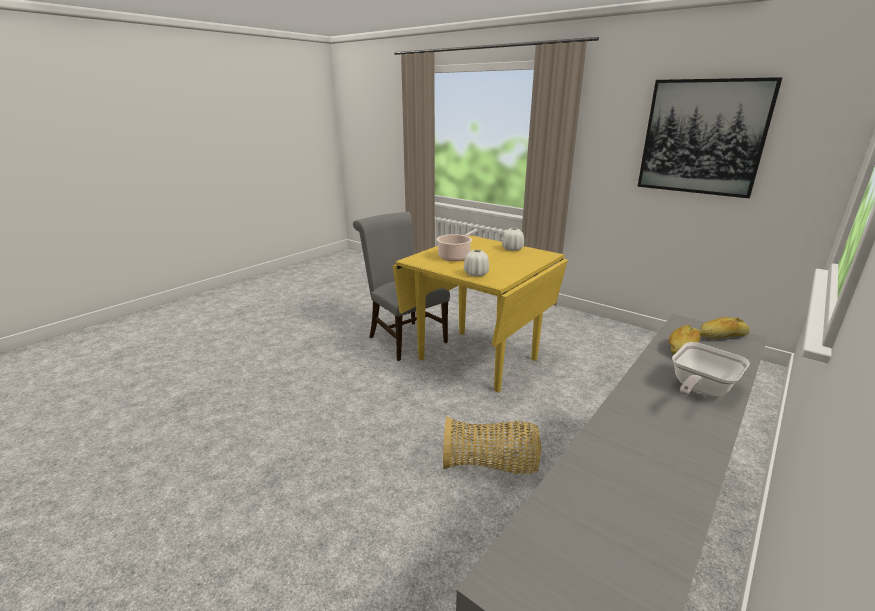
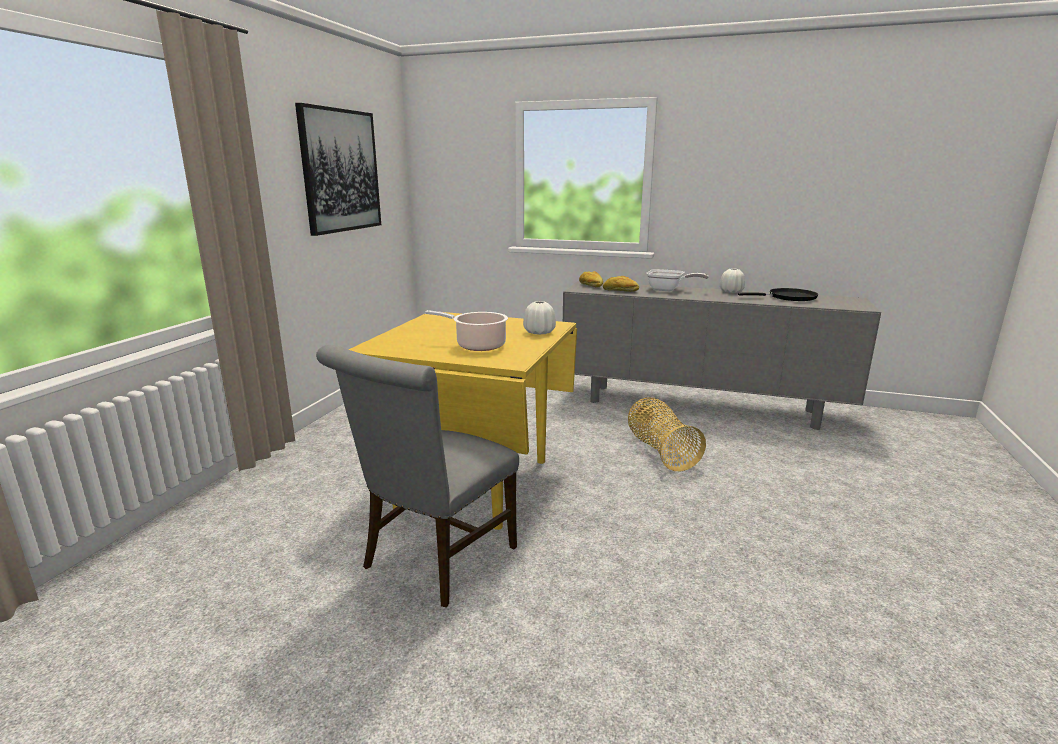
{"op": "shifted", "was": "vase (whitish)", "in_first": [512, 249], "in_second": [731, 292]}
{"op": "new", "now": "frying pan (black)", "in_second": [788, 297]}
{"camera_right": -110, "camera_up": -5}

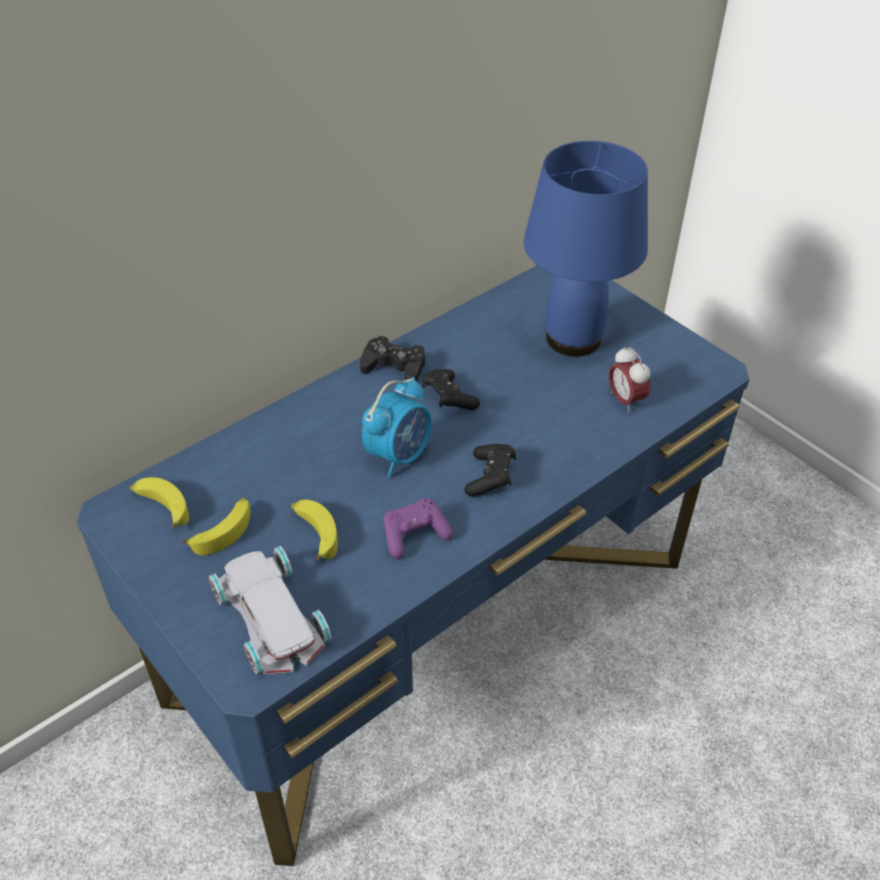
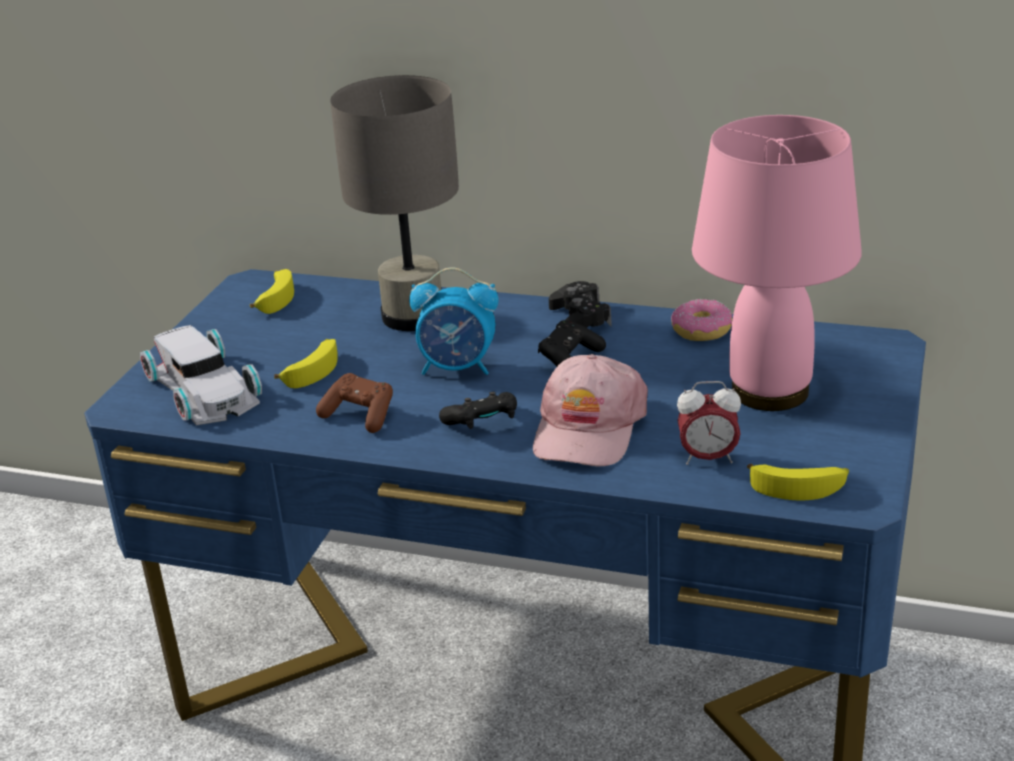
{"op": "shifted", "was": "whole banana", "in_first": [223, 531], "in_second": [799, 486]}
{"op": "rotated", "was": "model car (whitish)", "in_first": [271, 614], "in_second": [201, 389], "clockwise": 120}
{"op": "repainted", "was": "gamepad (purple-coloured)", "now": "gamepad (brown-coloured)", "in_first": [414, 535], "in_second": [360, 415]}
{"op": "repainted", "was": "tabletop lamp (blue-coloured)", "now": "tabletop lamp (pink-coloured)", "in_first": [574, 339], "in_second": [770, 392]}
{"op": "rotated", "was": "table clock", "in_first": [625, 400], "in_second": [708, 458], "clockwise": -120}
{"op": "new", "now": "tabletop lamp (greyish)", "in_second": [412, 316]}
{"op": "new", "now": "baseball cap (pink-coloured)", "in_second": [588, 428]}
{"op": "new", "now": "ring doughnut", "in_second": [701, 330]}
{"camera_right": 60, "camera_up": -15}

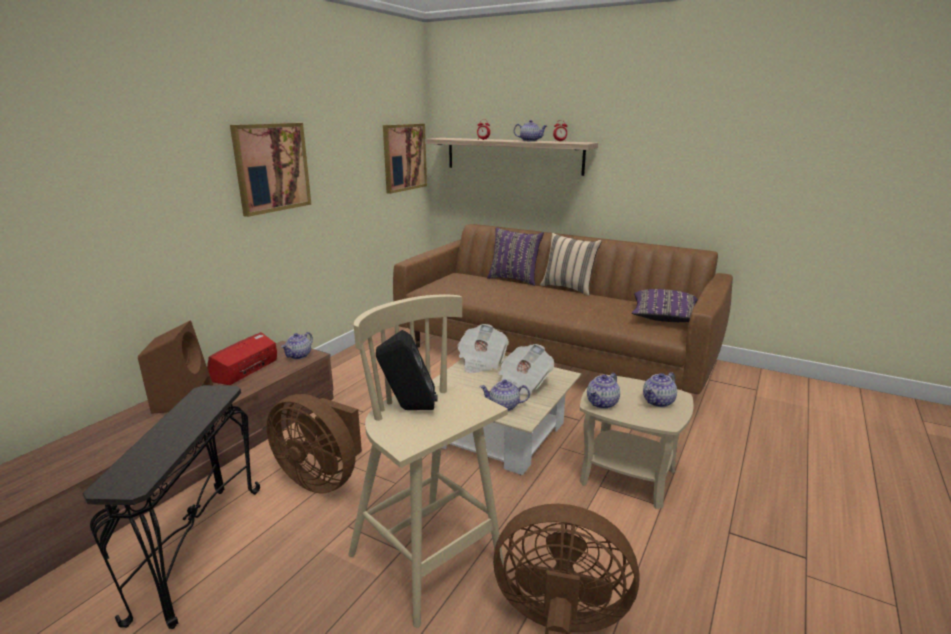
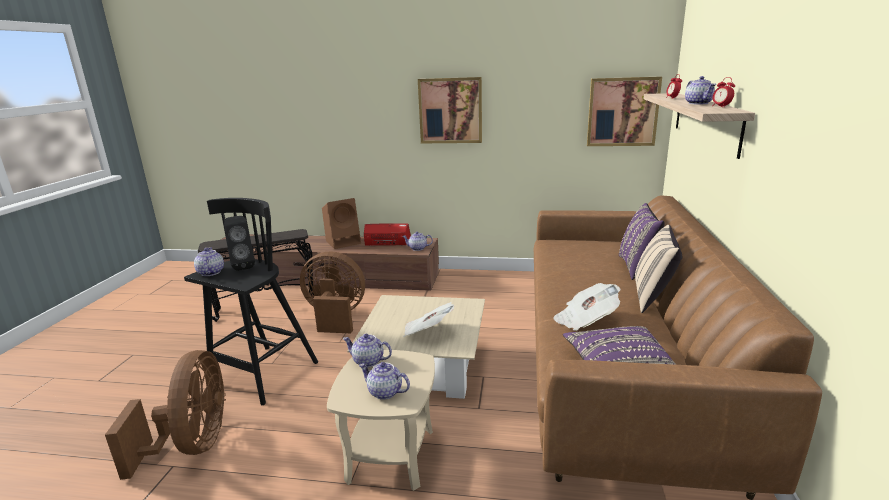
{"op": "rotated", "was": "electric fan (brown-coloured)", "in_first": [322, 478], "in_second": [335, 317], "clockwise": 90}
{"op": "repainted", "was": "stool (beige)", "now": "stool (black)", "in_first": [429, 562], "in_second": [262, 375]}
{"op": "shifted", "was": "daily paper", "in_first": [481, 362], "in_second": [585, 321]}
{"op": "shifted", "was": "tea pot", "in_first": [504, 406], "in_second": [210, 272]}
{"camera_right": 70, "camera_up": 0}

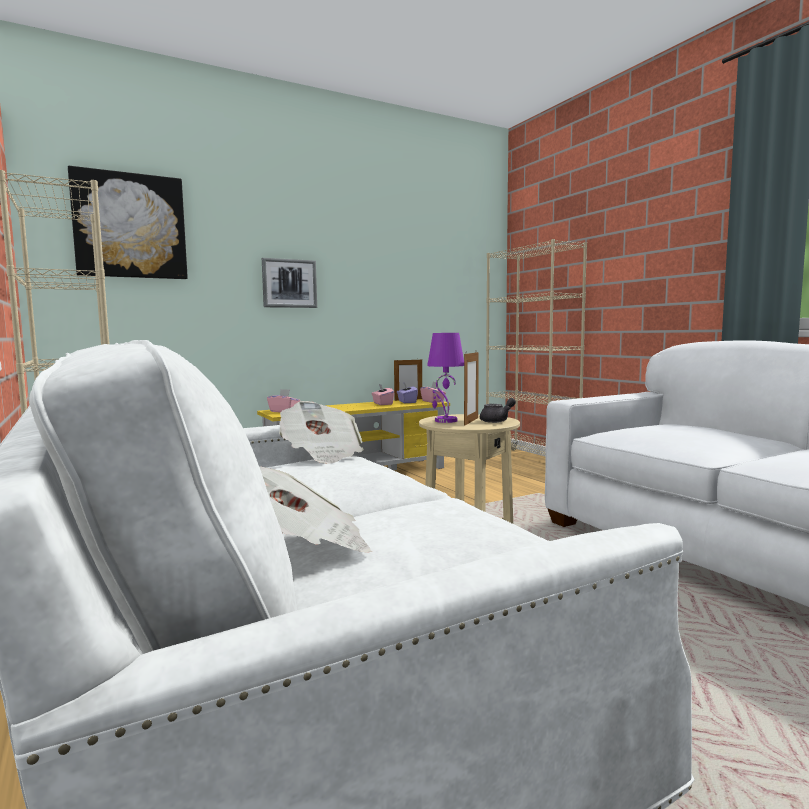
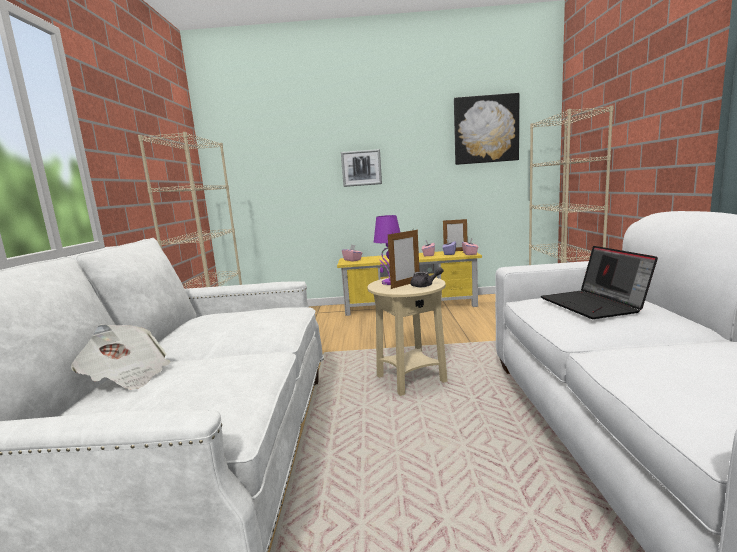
{"op": "shifted", "was": "picture", "in_first": [130, 226], "in_second": [486, 129]}
{"op": "gone", "was": "daily paper", "in_first": [322, 454]}
{"op": "new", "now": "portable computer", "in_second": [594, 305]}
{"camera_right": 30, "camera_up": 5}

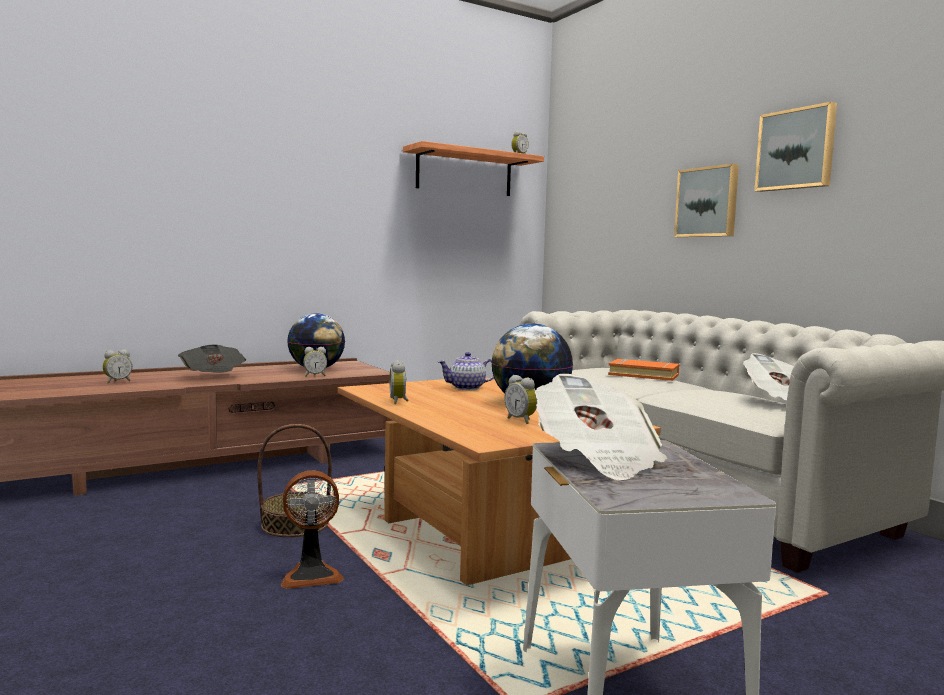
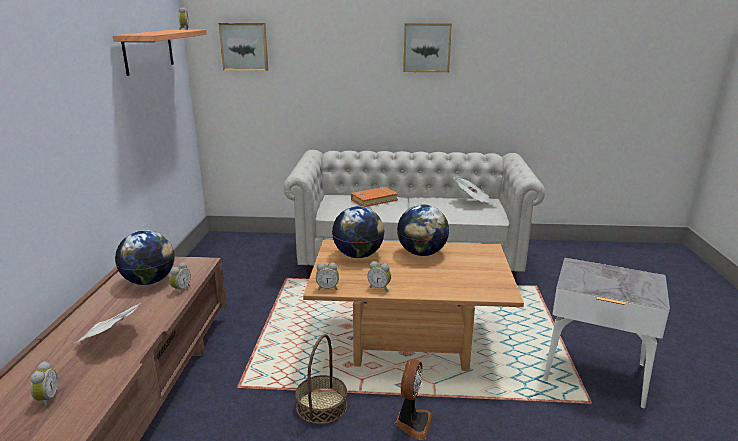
{"op": "swapped", "was": "tea pot", "now": "desk globe", "in_first": [467, 388], "in_second": [358, 255]}
{"op": "shifted", "was": "table clock", "in_first": [521, 420], "in_second": [327, 288]}
{"op": "gone", "was": "daily paper", "in_first": [597, 459]}
{"op": "shifted", "was": "picture", "in_first": [707, 202], "in_second": [244, 46]}
{"camera_right": -55, "camera_up": 15}

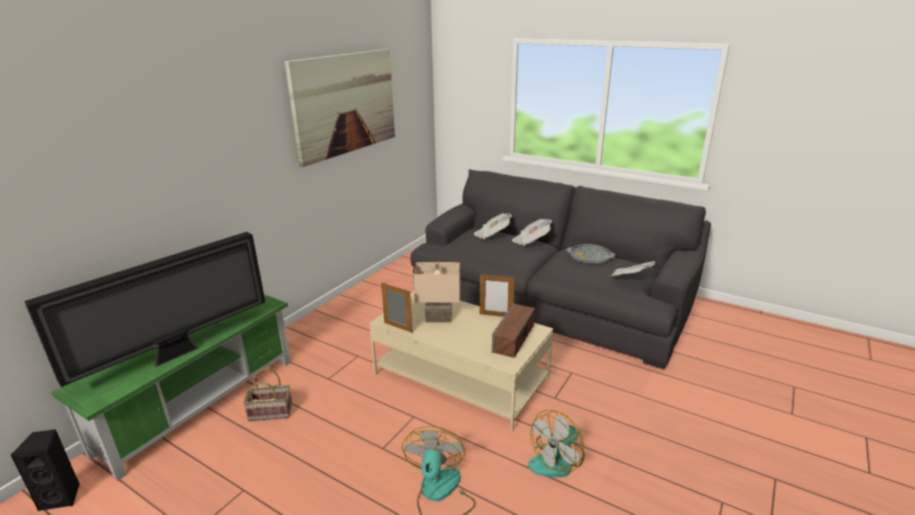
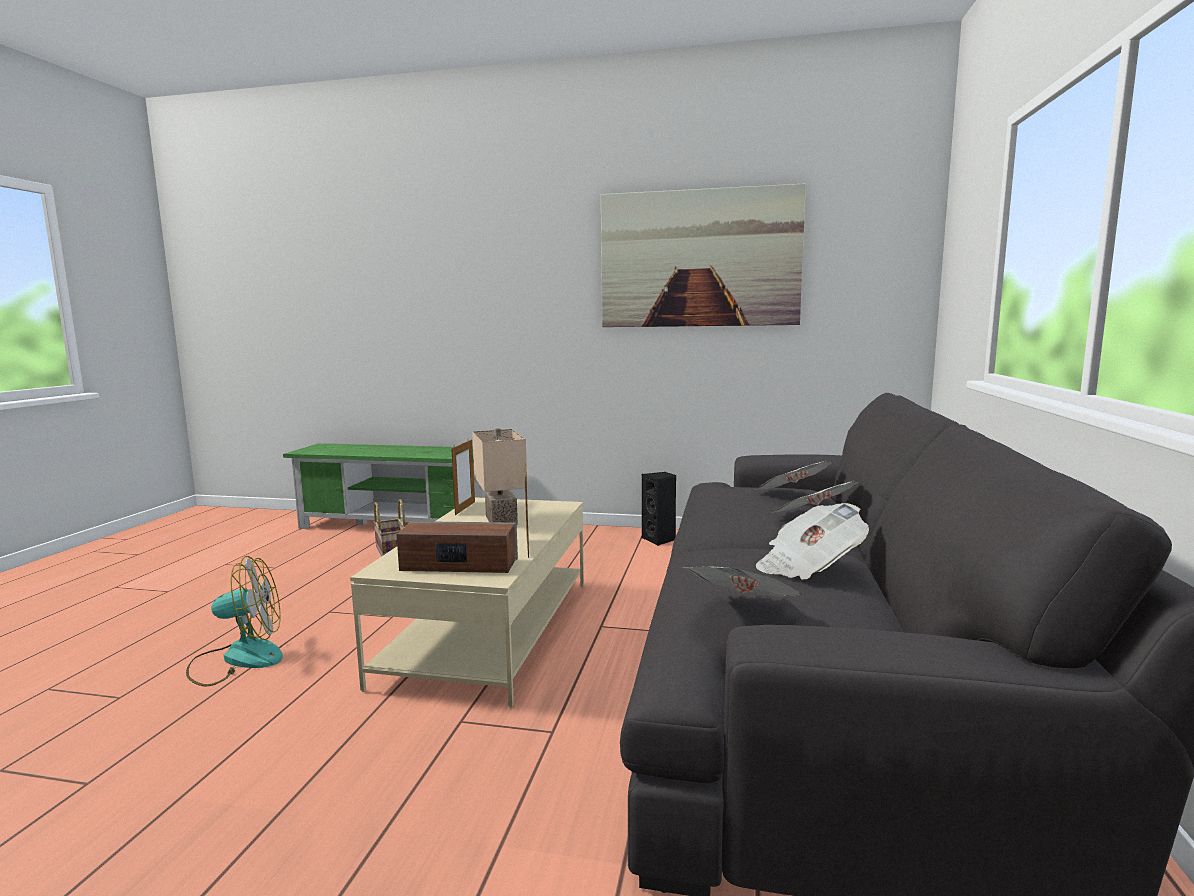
{"op": "shifted", "was": "speaker (black)", "in_first": [62, 497], "in_second": [659, 540]}
{"op": "gone", "was": "television", "in_first": [178, 353]}
{"op": "gone", "was": "electric fan", "in_first": [557, 460]}
{"op": "swapped", "was": "serving tray (greyish)", "now": "daily paper", "in_first": [590, 257], "in_second": [808, 567]}
{"camera_right": 70, "camera_up": -15}

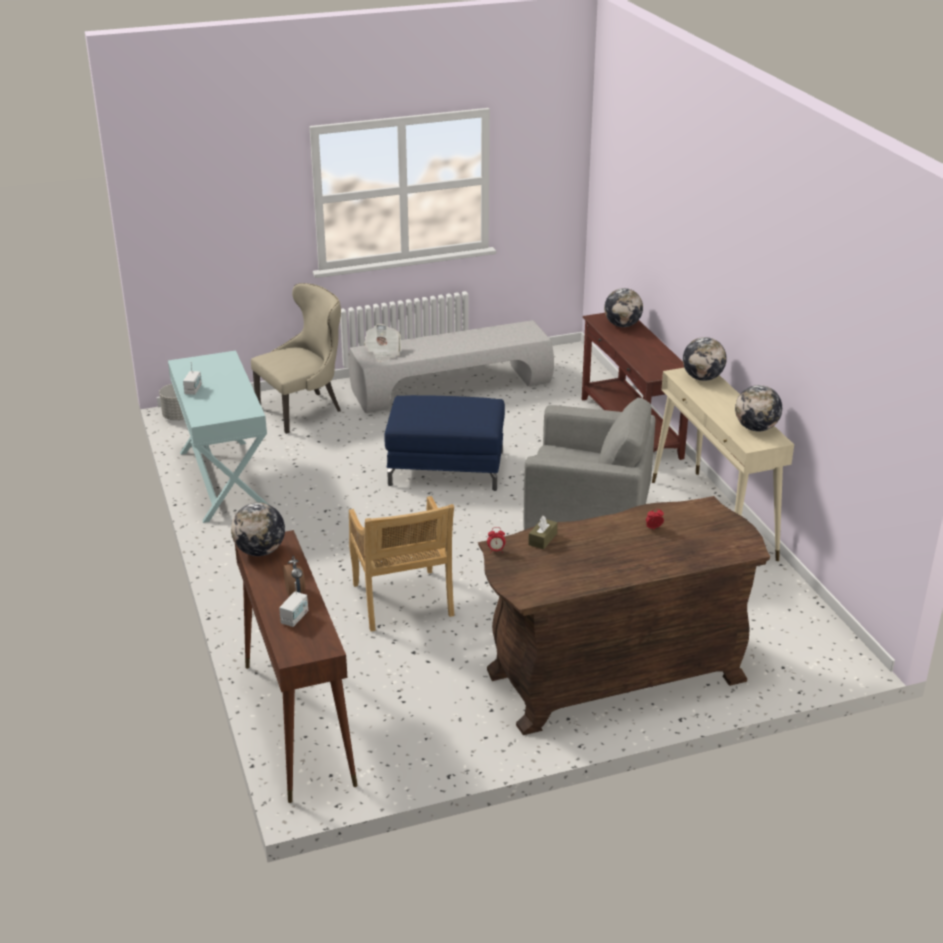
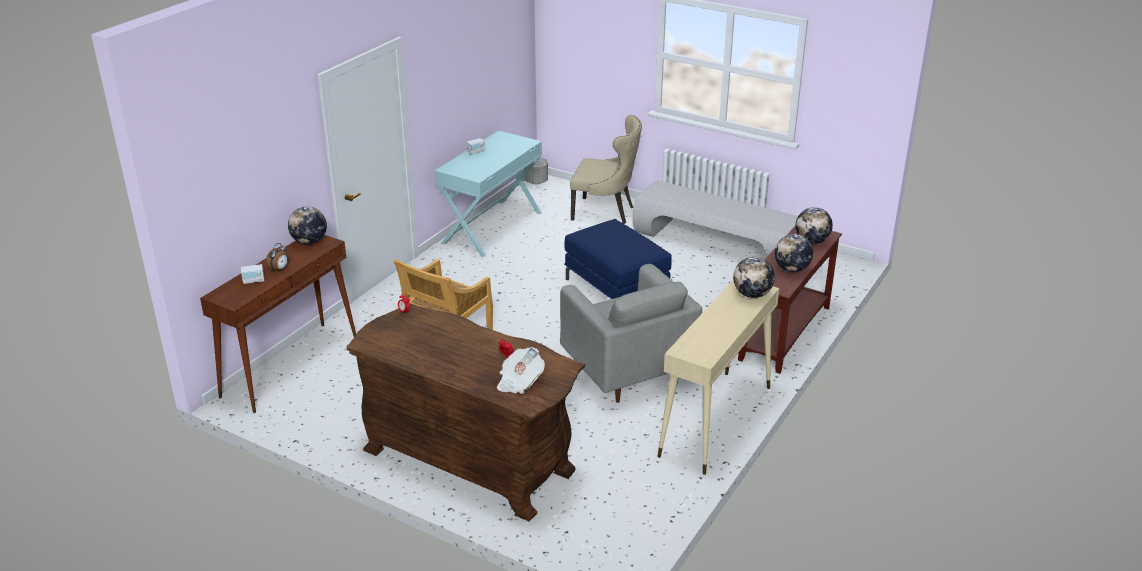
{"op": "shifted", "was": "daily paper", "in_first": [383, 353], "in_second": [519, 382]}
{"op": "gone", "was": "tissue holder (brown-coloured)", "in_first": [542, 539]}
{"op": "shifted", "was": "desk globe", "in_first": [756, 428], "in_second": [791, 269]}
{"camera_right": 50, "camera_up": 0}

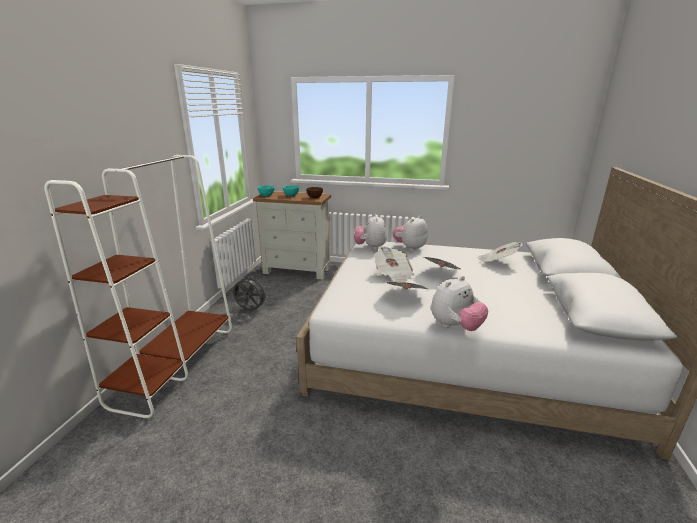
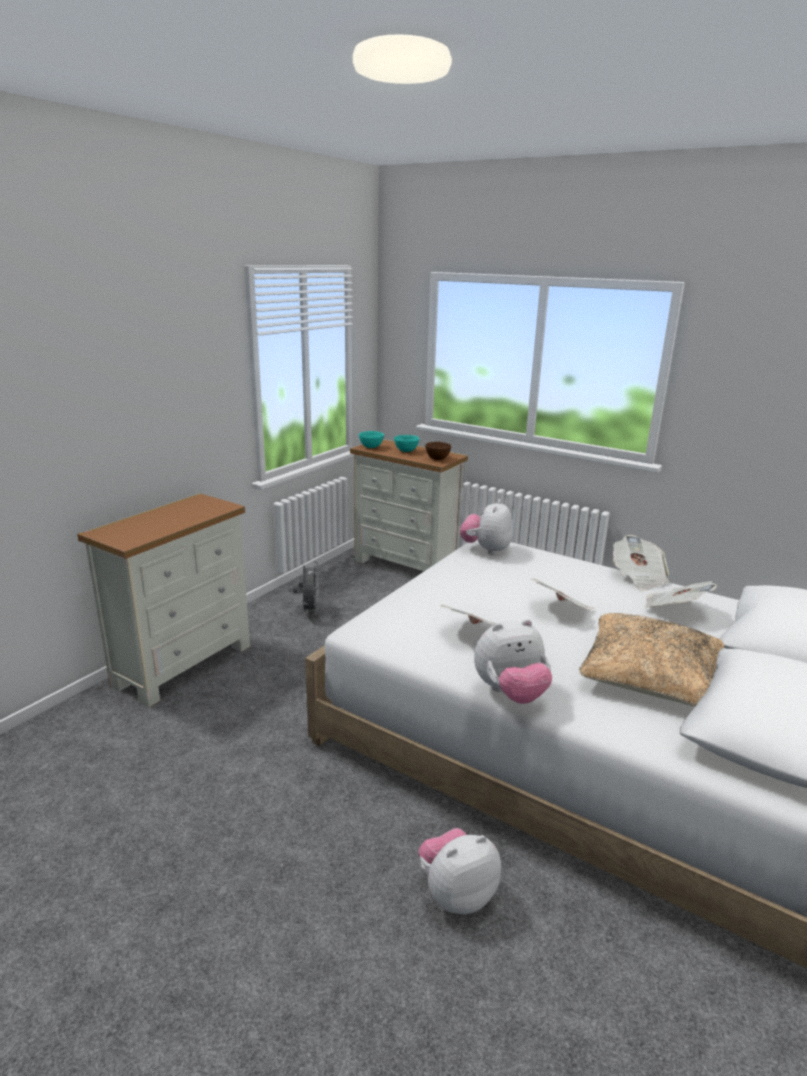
{"op": "swapped", "was": "garment stand (brown-coloured)", "now": "drawer chest (whitish)", "in_first": [177, 366], "in_second": [184, 665]}
{"op": "rotated", "was": "electric fan (greyish)", "in_first": [250, 310], "in_second": [309, 611], "clockwise": 45}
{"op": "shifted", "was": "daily paper", "in_first": [393, 275], "in_second": [638, 577]}
{"op": "shifted", "was": "plush toy", "in_first": [410, 248], "in_second": [456, 893]}
{"op": "new", "now": "pillow (beige)", "in_second": [649, 675]}
{"camera_right": 20, "camera_up": 0}

